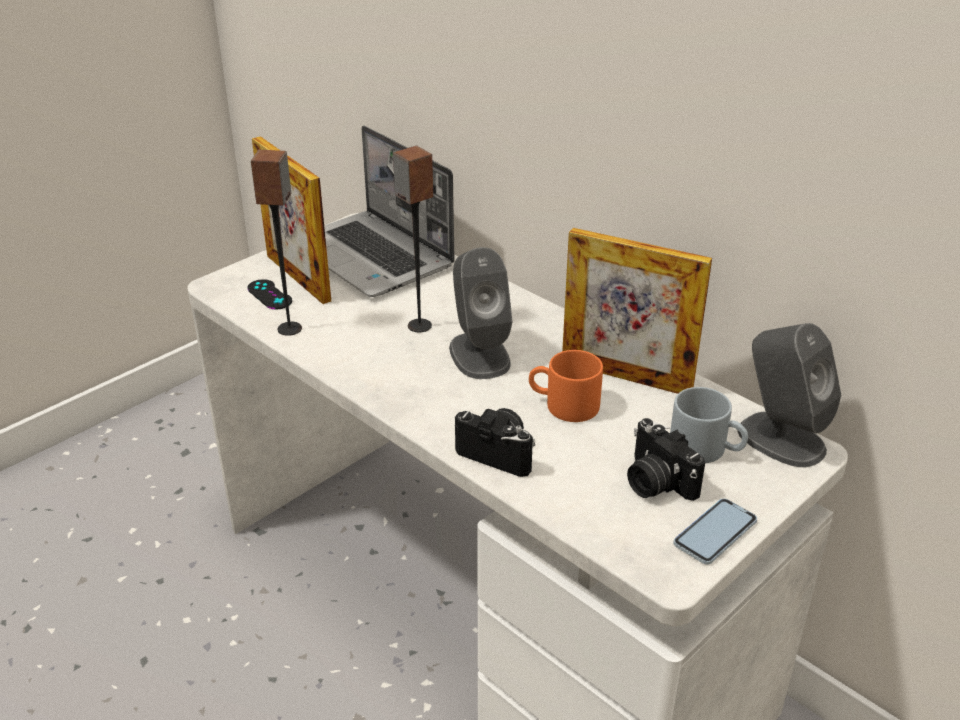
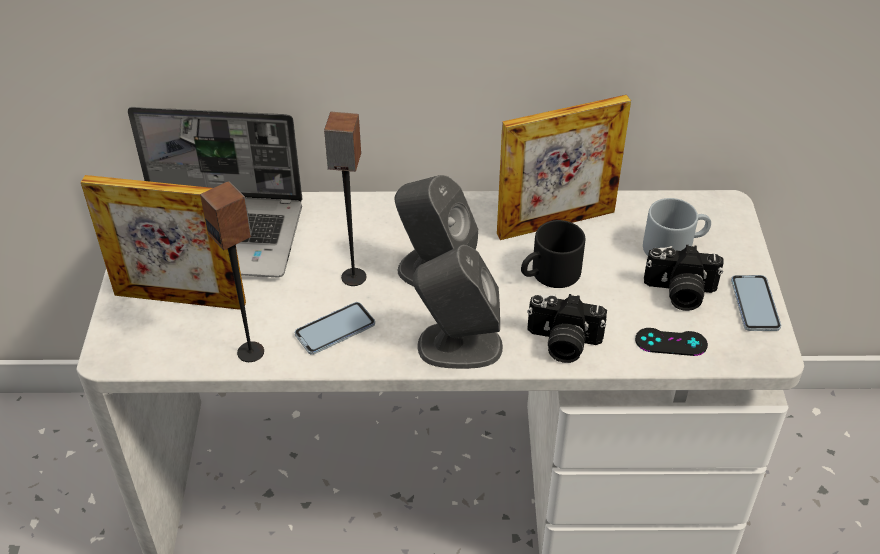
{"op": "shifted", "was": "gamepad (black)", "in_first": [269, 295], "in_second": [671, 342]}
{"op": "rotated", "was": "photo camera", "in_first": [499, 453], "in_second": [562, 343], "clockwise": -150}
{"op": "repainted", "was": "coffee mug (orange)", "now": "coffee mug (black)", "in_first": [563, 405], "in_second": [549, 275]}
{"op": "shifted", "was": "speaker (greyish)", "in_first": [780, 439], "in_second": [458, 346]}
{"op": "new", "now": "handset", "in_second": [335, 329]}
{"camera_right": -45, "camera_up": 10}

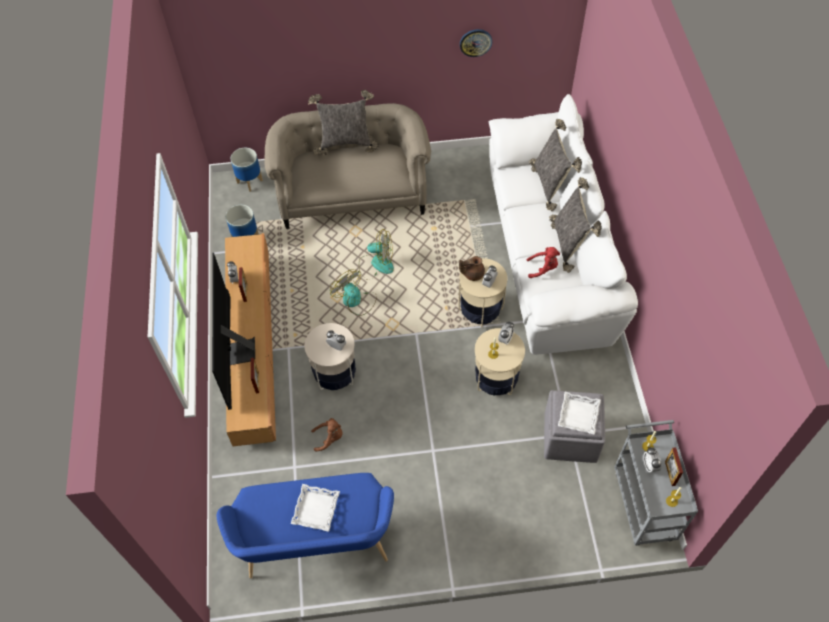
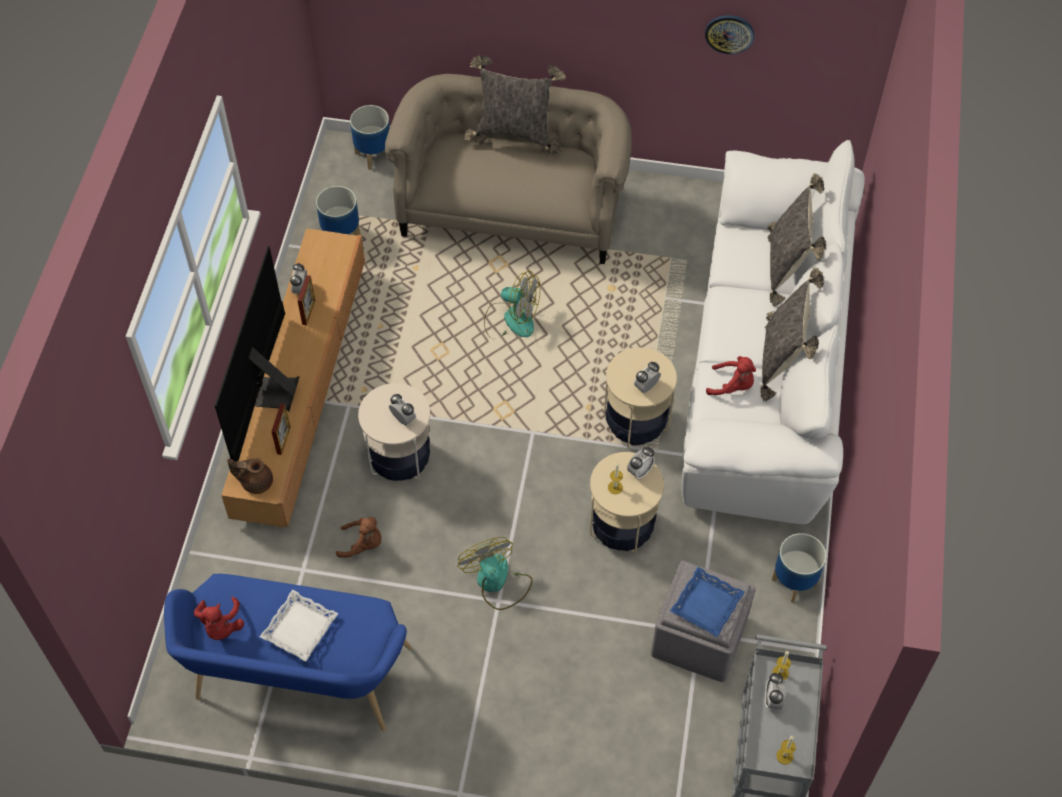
{"op": "shifted", "was": "electric fan", "in_first": [355, 301], "in_second": [497, 582]}
{"op": "shifted", "was": "tea pot (brown-coloured)", "in_first": [472, 274], "in_second": [255, 482]}
{"op": "repainted", "was": "serving tray (whitish)", "now": "serving tray (blue-coloured)", "in_first": [578, 414], "in_second": [706, 604]}
{"op": "gone", "was": "photo frame", "in_first": [670, 473]}
{"op": "new", "now": "plush toy (reddish)", "in_second": [221, 626]}
{"op": "new", "now": "plant pot", "in_second": [794, 583]}
{"camera_right": 15, "camera_up": 0}

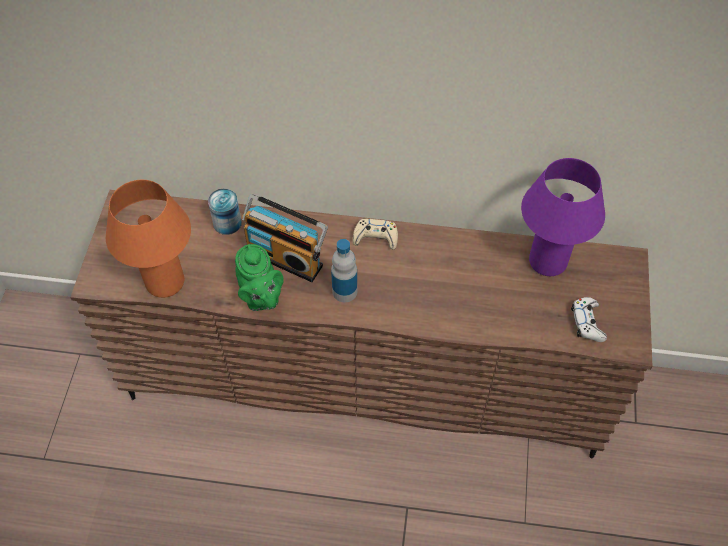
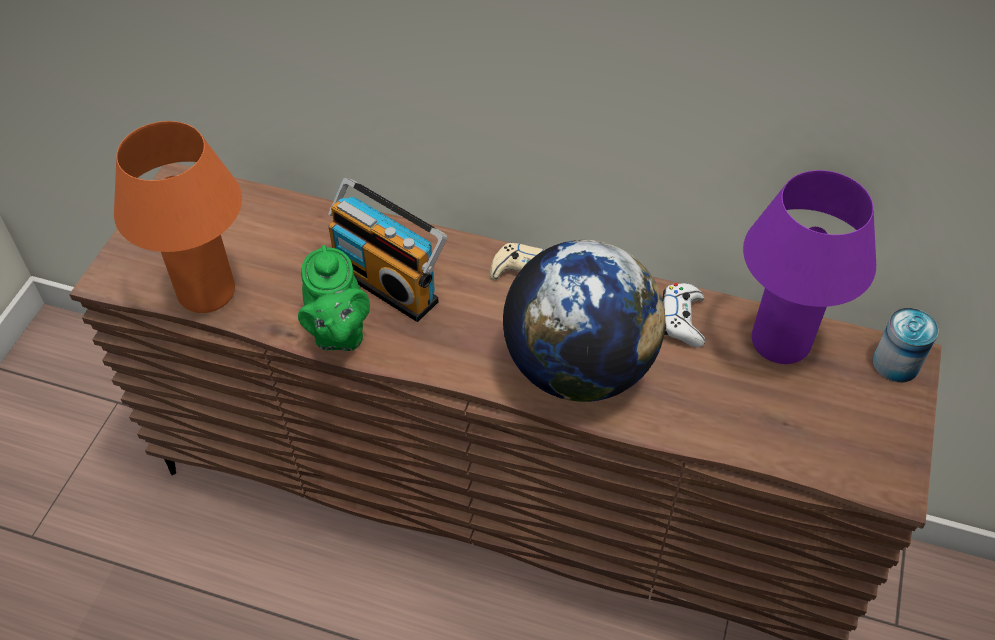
{"op": "shifted", "was": "metal can", "in_first": [227, 223], "in_second": [895, 363]}
{"op": "gone", "was": "beverage bottle", "in_first": [344, 291]}
{"op": "shifted", "was": "gamepad (whitish)", "in_first": [587, 323], "in_second": [682, 320]}
{"op": "new", "now": "desk globe", "in_second": [578, 367]}
{"camera_right": 10, "camera_up": -5}

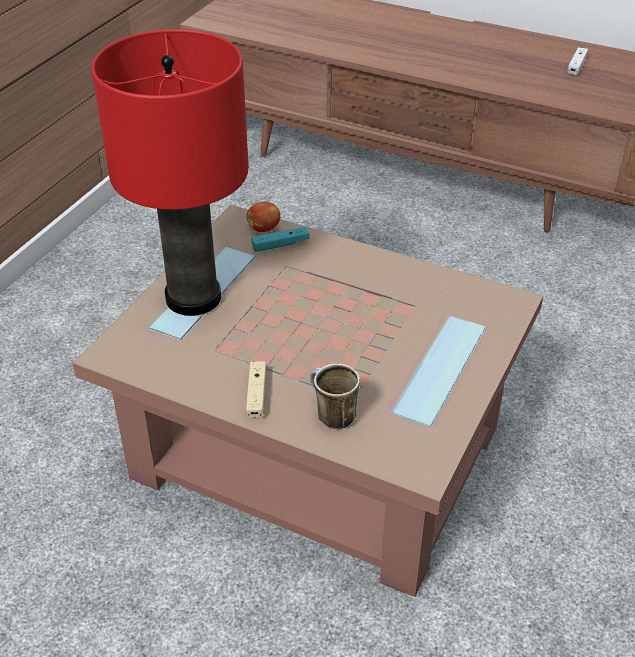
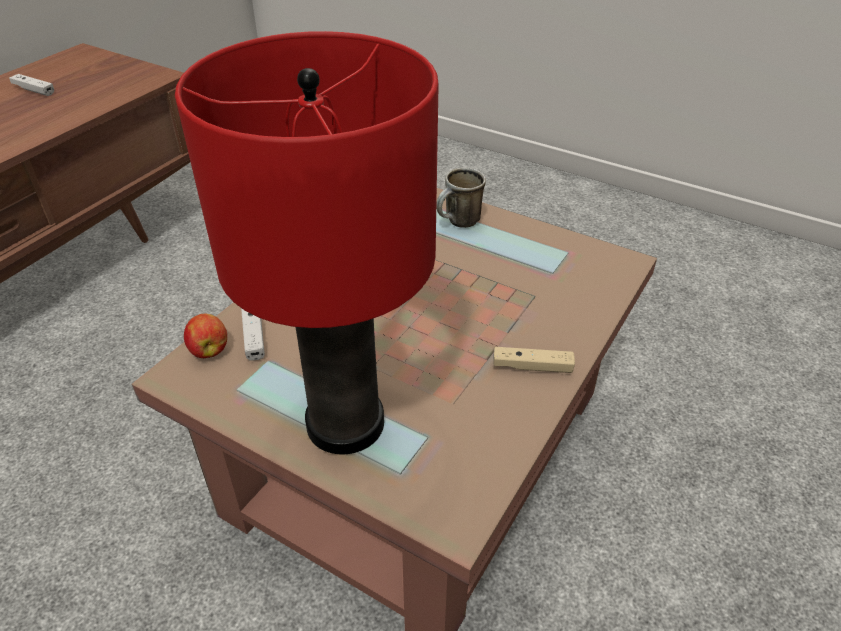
{"op": "repainted", "was": "gamepad (turquoise)", "now": "gamepad (whitish)", "in_first": [280, 244], "in_second": [254, 335]}
{"op": "shifted", "was": "coffee mug", "in_first": [330, 415], "in_second": [459, 223]}
{"camera_right": -85, "camera_up": 0}

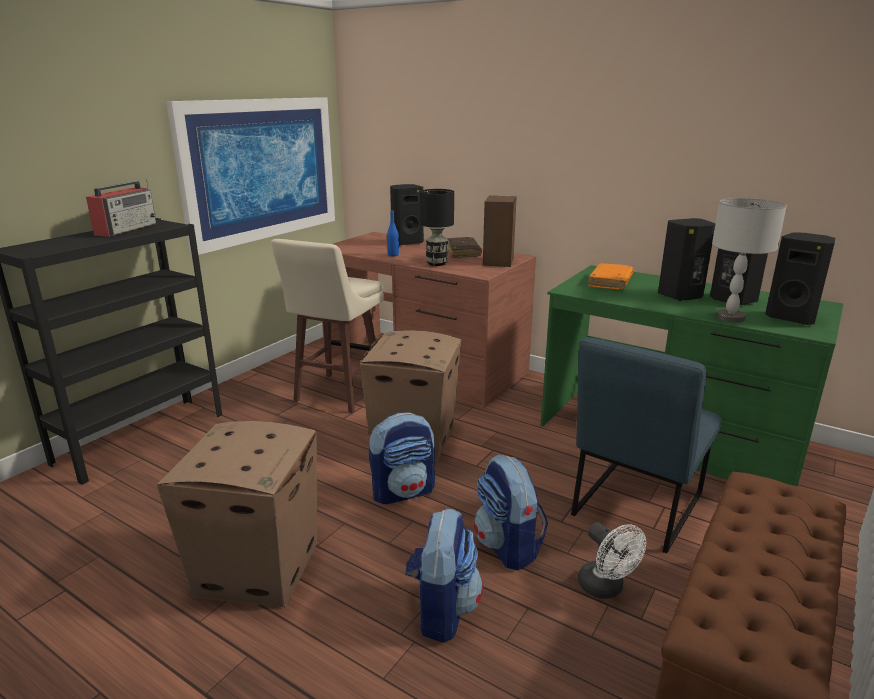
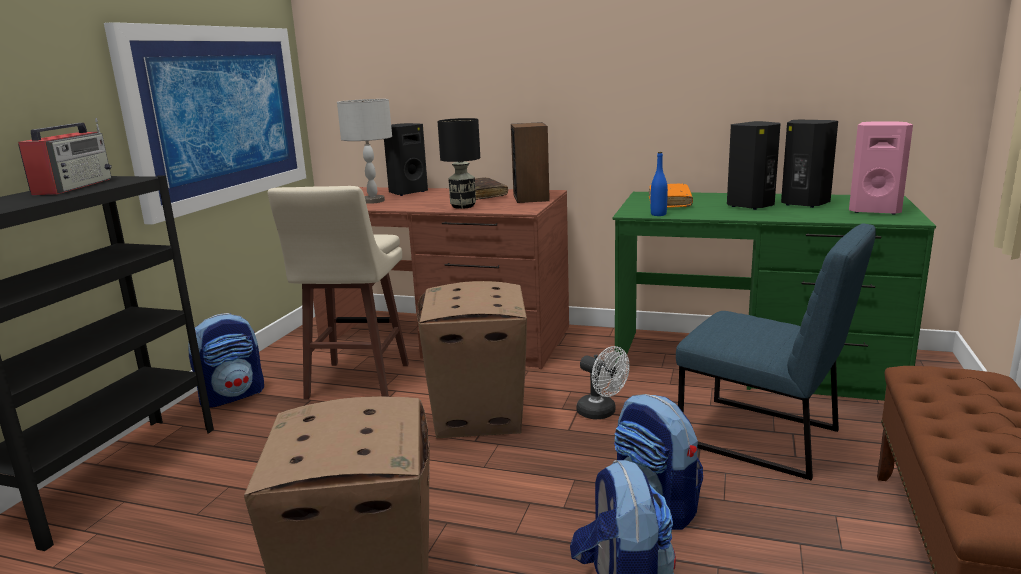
{"op": "shifted", "was": "backpack", "in_first": [403, 491], "in_second": [232, 396]}
{"op": "shifted", "was": "beverage bottle (blue-coloured)", "in_first": [393, 255], "in_second": [658, 214]}
{"op": "rotated", "was": "chair (blue-coloured)", "in_first": [635, 505], "in_second": [763, 438], "clockwise": -75}
{"op": "shifted", "was": "electric fan (whitish)", "in_first": [605, 588], "in_second": [601, 413]}
{"op": "shifted", "was": "tabletop lamp (greyish)", "in_first": [730, 317], "in_second": [373, 201]}
{"op": "repainted", "was": "speaker (black)", "now": "speaker (pink-coloured)", "in_first": [792, 317], "in_second": [874, 210]}
{"camera_right": -15, "camera_up": -5}

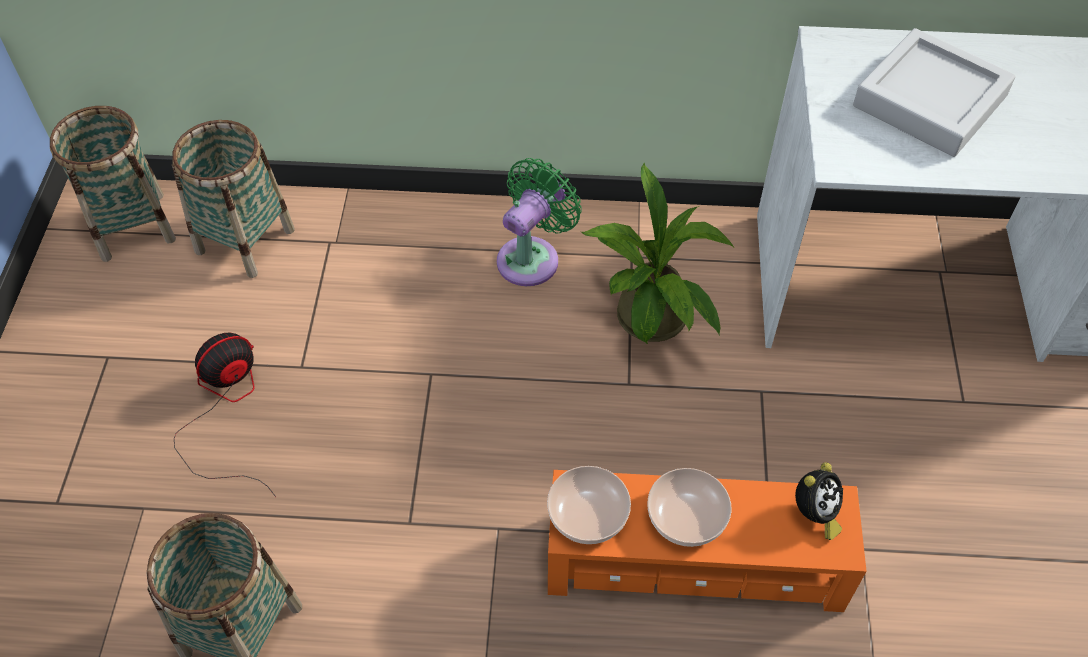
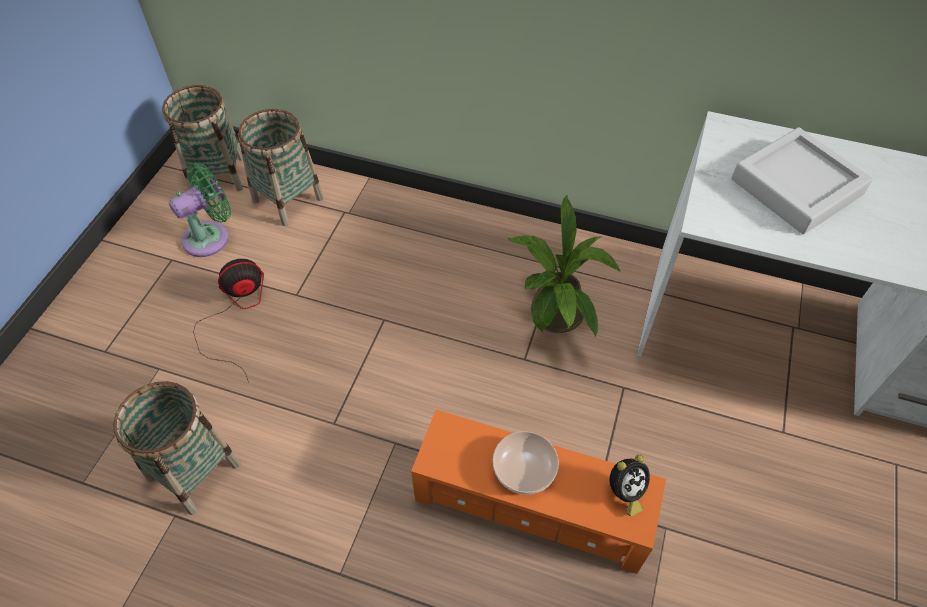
{"op": "shifted", "was": "electric fan (green)", "in_first": [532, 257], "in_second": [210, 237]}
{"op": "gone", "was": "bowl", "in_first": [587, 515]}
{"camera_right": 15, "camera_up": 0}

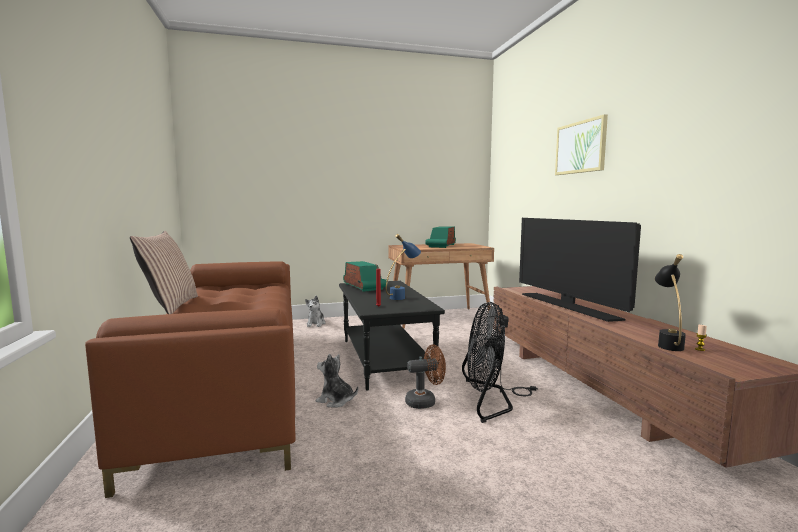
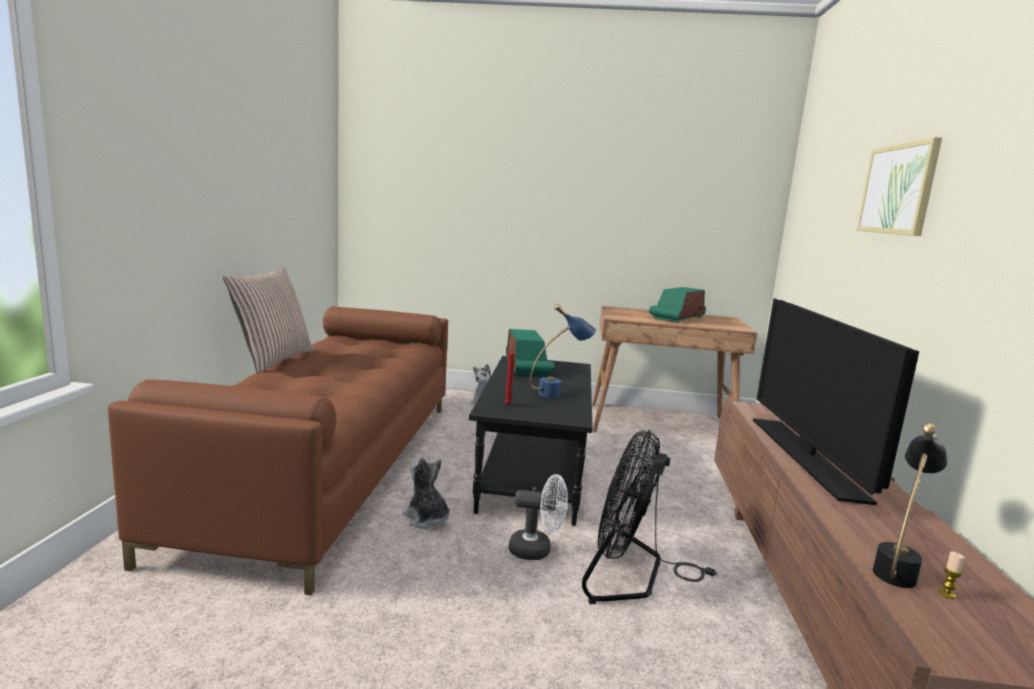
{"op": "repainted", "was": "electric fan (brown-coloured)", "now": "electric fan (whitish)", "in_first": [425, 401], "in_second": [537, 550]}
{"camera_right": 20, "camera_up": 5}

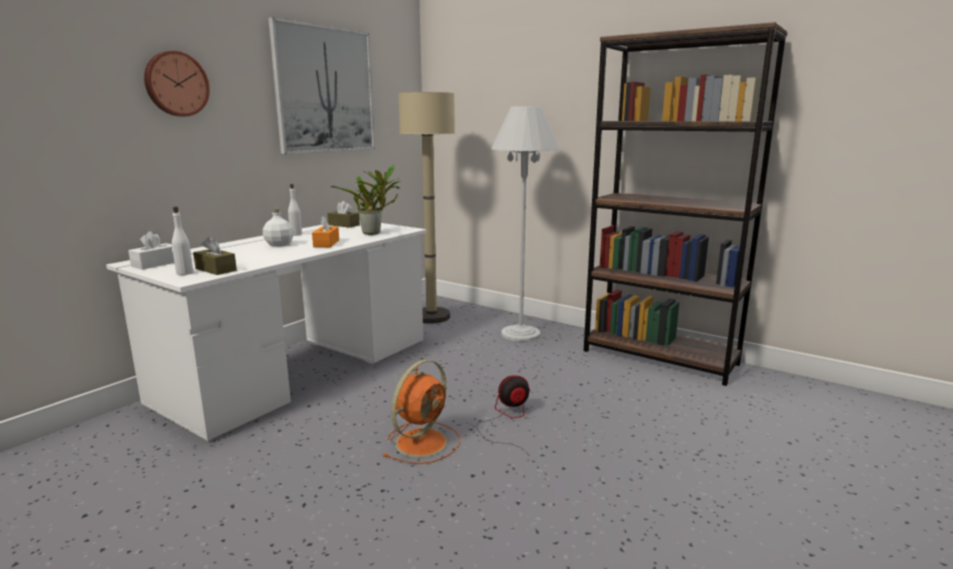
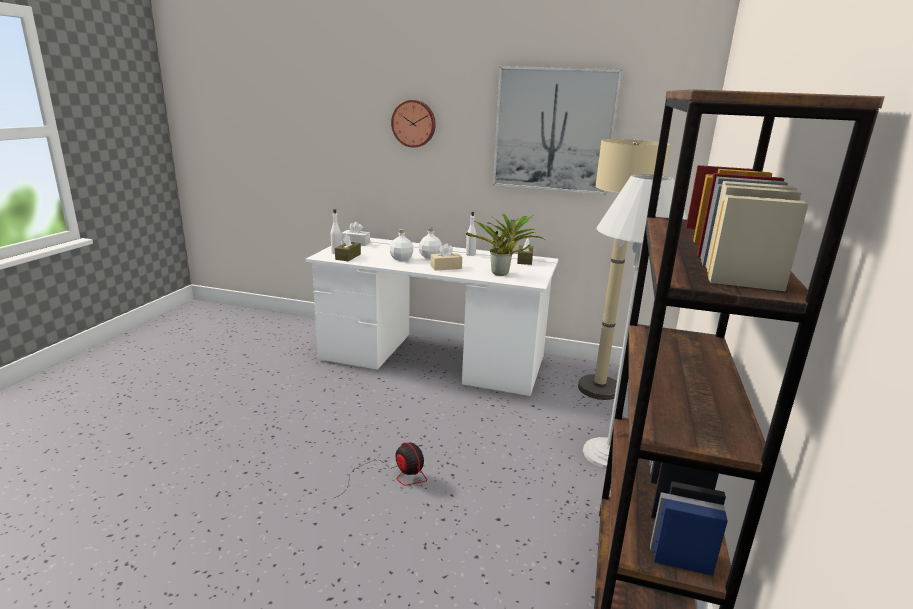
{"op": "repainted", "was": "tissue holder (orange)", "now": "tissue holder (beige)", "in_first": [326, 243], "in_second": [446, 267]}
{"op": "gone", "was": "electric fan (orange)", "in_first": [423, 441]}
{"op": "new", "now": "beverage bottle (whitish)", "in_second": [401, 259]}
{"camera_right": 70, "camera_up": 5}

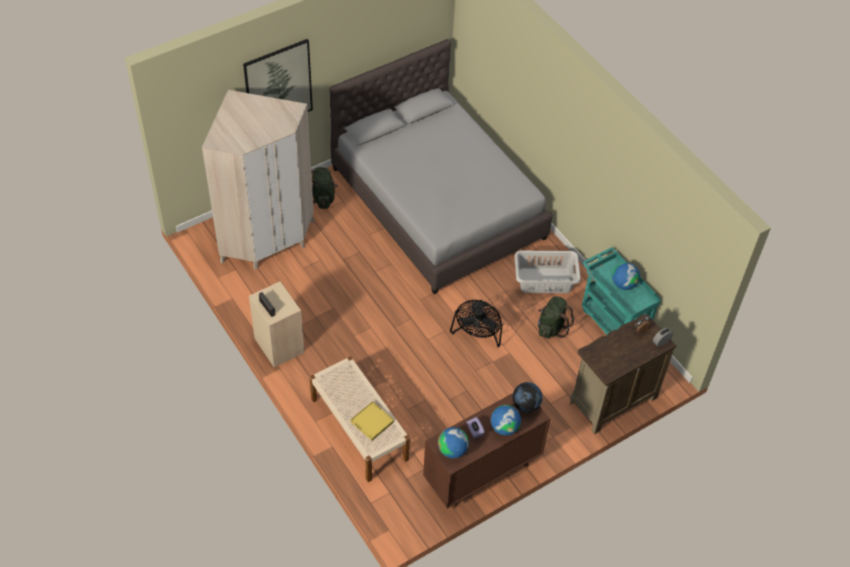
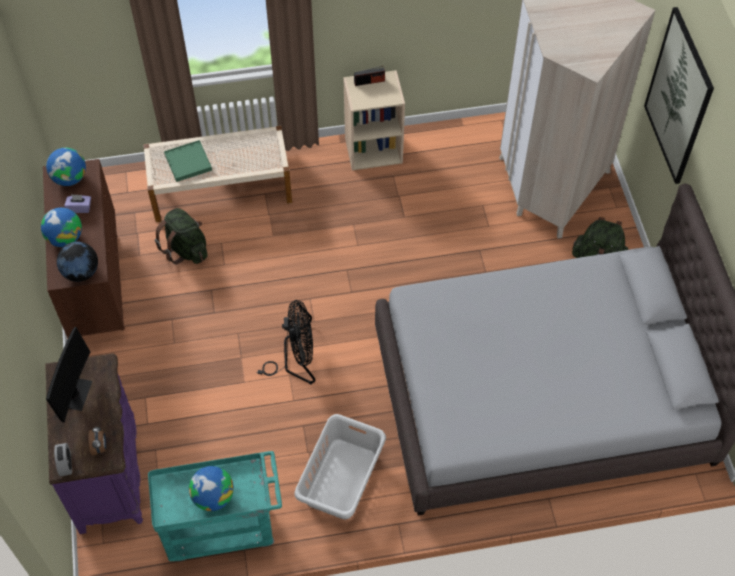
{"op": "repainted", "was": "serving tray (yellow-coloured)", "now": "serving tray (green)", "in_first": [372, 422], "in_second": [188, 162]}
{"op": "rotated", "was": "electric fan (black)", "in_first": [476, 332], "in_second": [295, 357], "clockwise": 135}
{"op": "shifted", "was": "backpack (green)", "in_first": [551, 327], "in_second": [186, 249]}
{"op": "repainted", "was": "drawer chest (beige)", "now": "drawer chest (purple-coloured)", "in_first": [611, 399], "in_second": [110, 474]}
{"op": "new", "now": "computer display", "in_second": [74, 394]}
{"camera_right": 115, "camera_up": 5}

